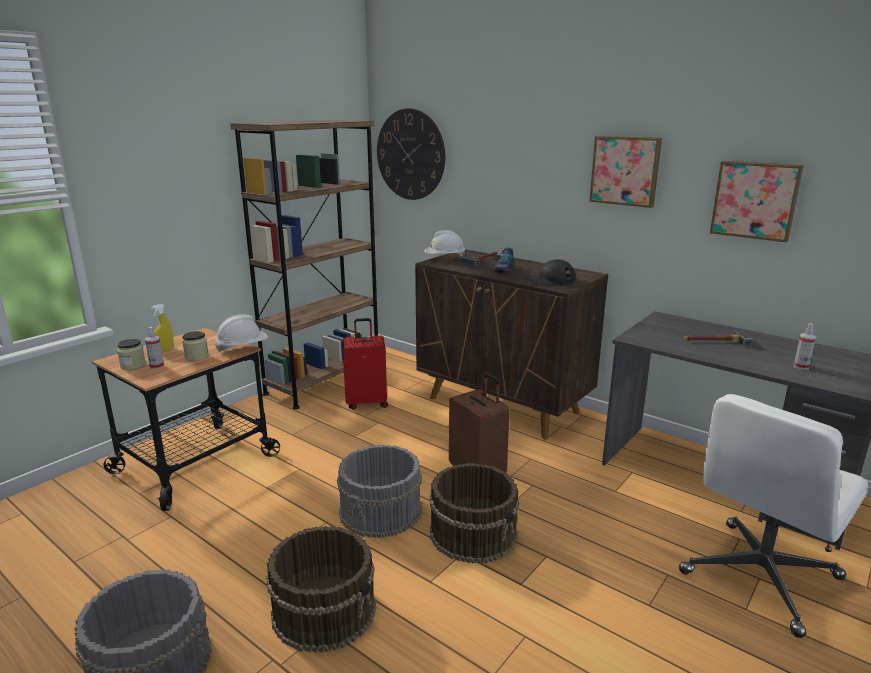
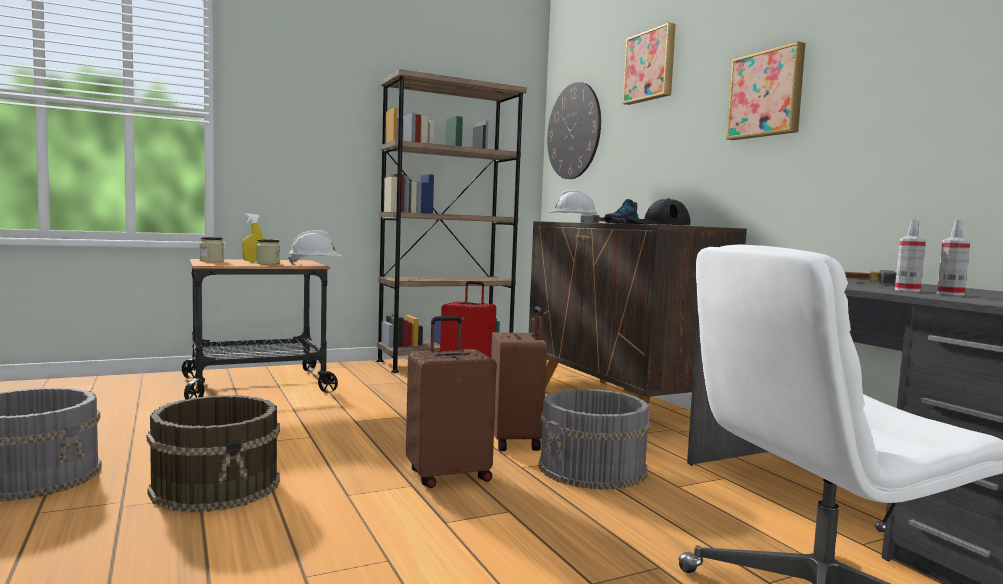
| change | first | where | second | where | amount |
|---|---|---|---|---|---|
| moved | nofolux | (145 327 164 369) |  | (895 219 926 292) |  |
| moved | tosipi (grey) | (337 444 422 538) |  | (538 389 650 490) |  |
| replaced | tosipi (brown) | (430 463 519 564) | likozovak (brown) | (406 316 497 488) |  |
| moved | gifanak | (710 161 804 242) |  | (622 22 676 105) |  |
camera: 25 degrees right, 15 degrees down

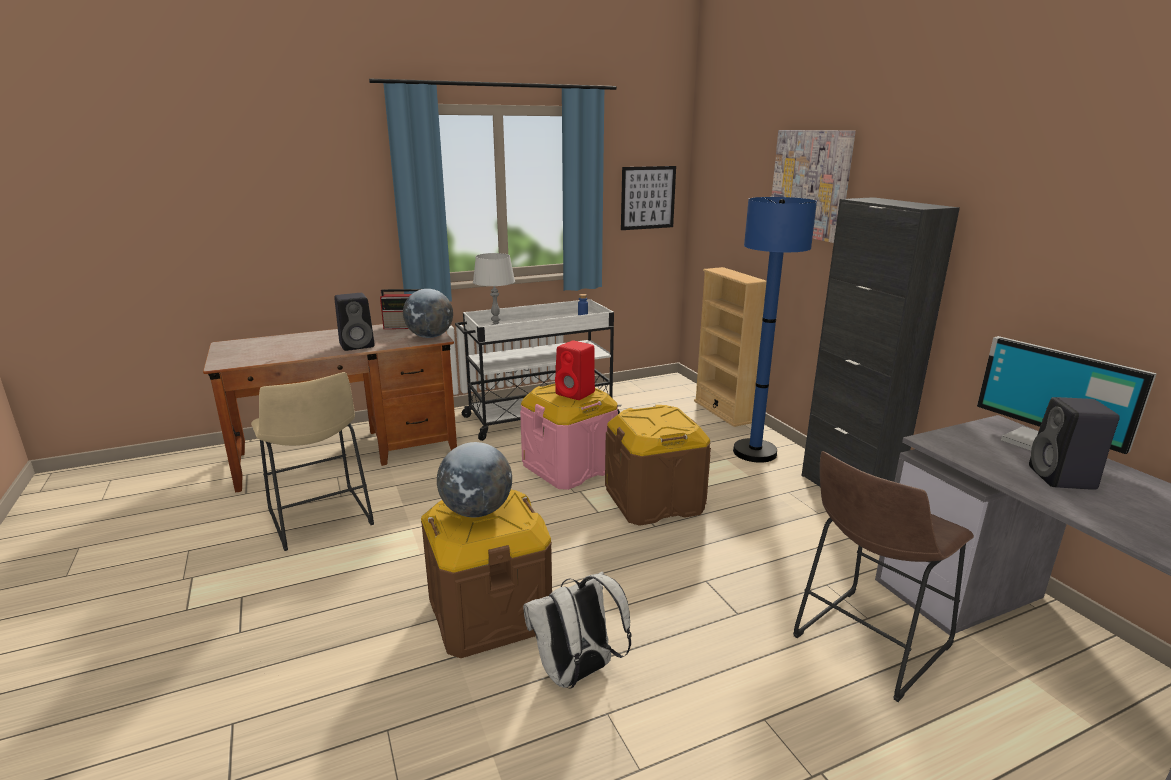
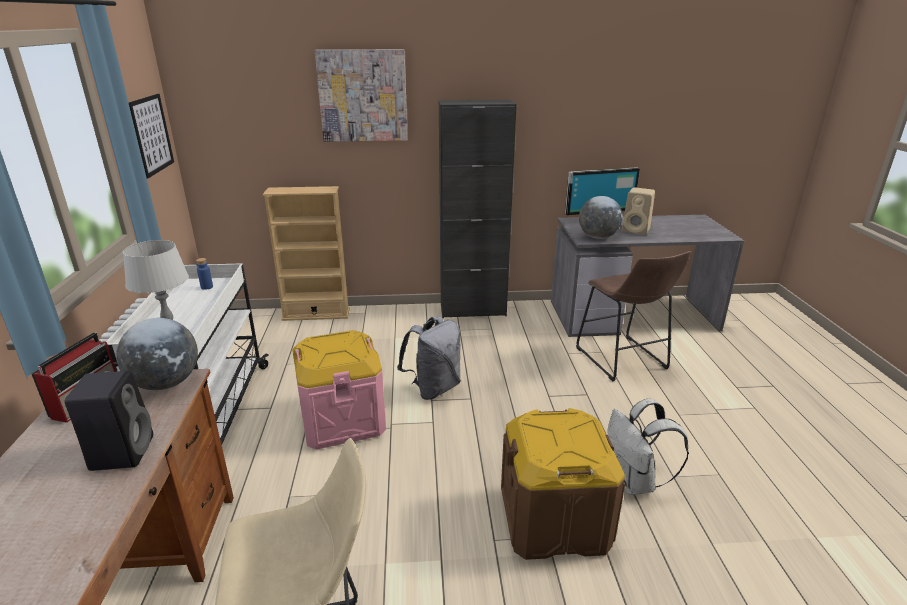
| change | first | where | second | where | amount |
|---|---|---|---|---|---|
| moved | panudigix | (437 442 512 517) |  | (579 196 623 239) |  |
| removed | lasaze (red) | (555 341 595 400) |  |  |  |
| replaced | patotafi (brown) | (605 405 711 526) | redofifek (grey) | (397 317 461 400) |  |
| removed | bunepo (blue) | (733 197 817 463) |  |  |  |
| recoloured | lasaze (black) | (1029 397 1120 490) | lasaze (beige) | (622 187 655 235) |  |
camera: 70 degrees left, 5 degrees up

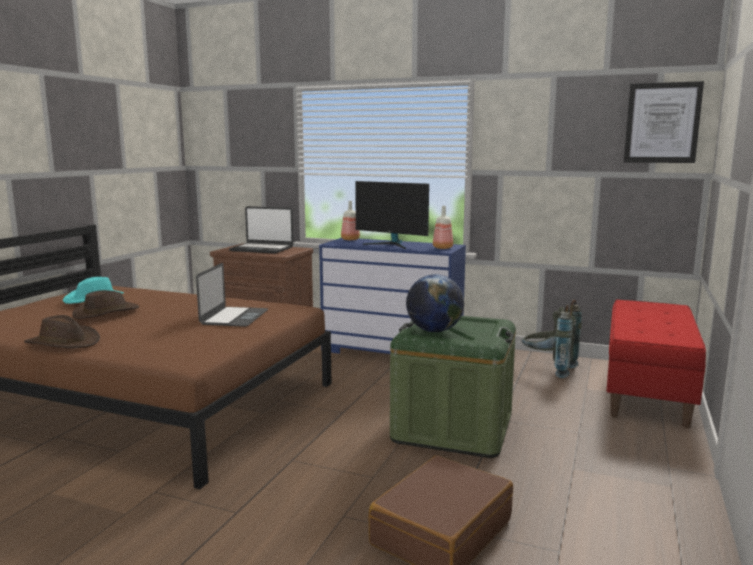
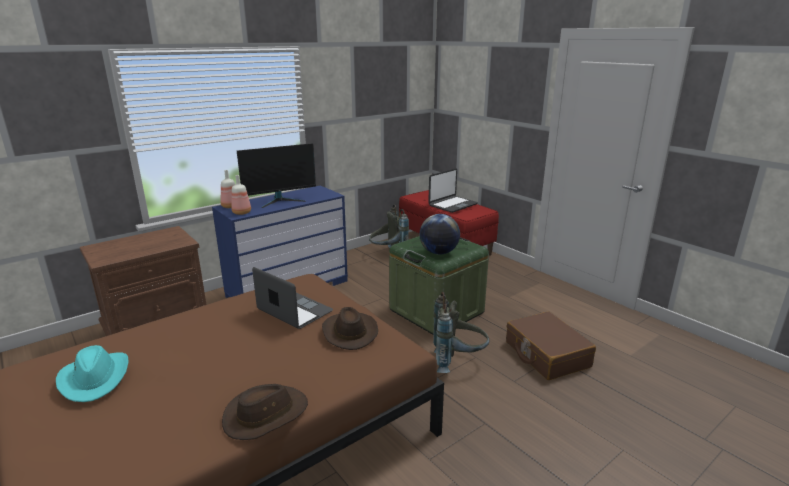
| change | first | where | second | where | amount |
|---|---|---|---|---|---|
| moved | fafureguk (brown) | (72 290 139 319) |  | (322 307 378 350) |  |
| moved | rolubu | (229 206 293 254) |  | (428 169 478 213) |  |
| moved | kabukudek | (433 206 453 249) |  | (231 175 251 215) |  |
| removed | gifanak | (624 81 704 163) |  |  |  |
| added |  |  | redofifek (grey) | (433 292 489 373) |  |
camera: 60 degrees left, 10 degrees up

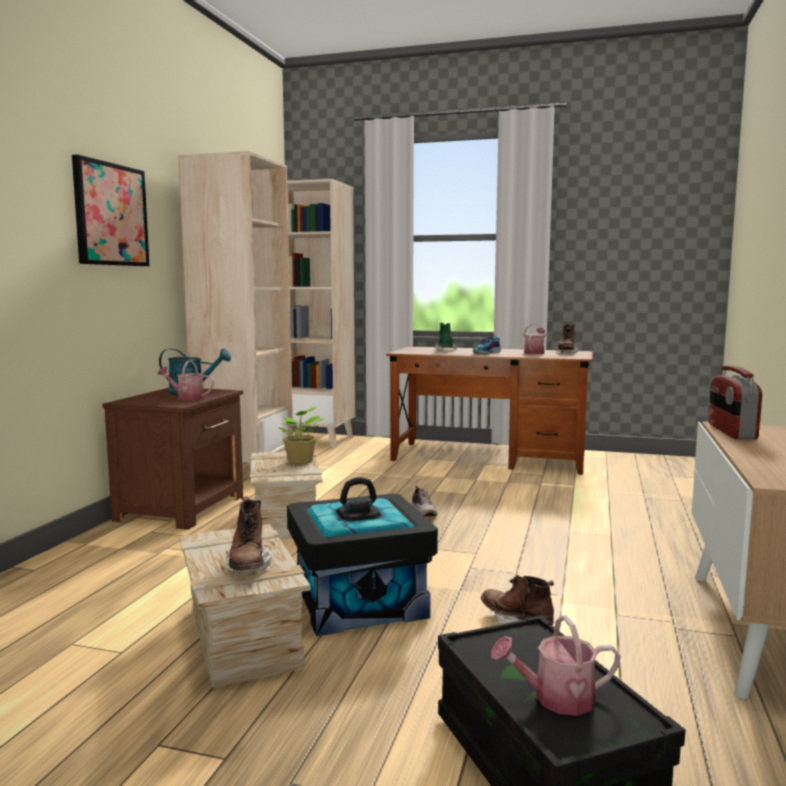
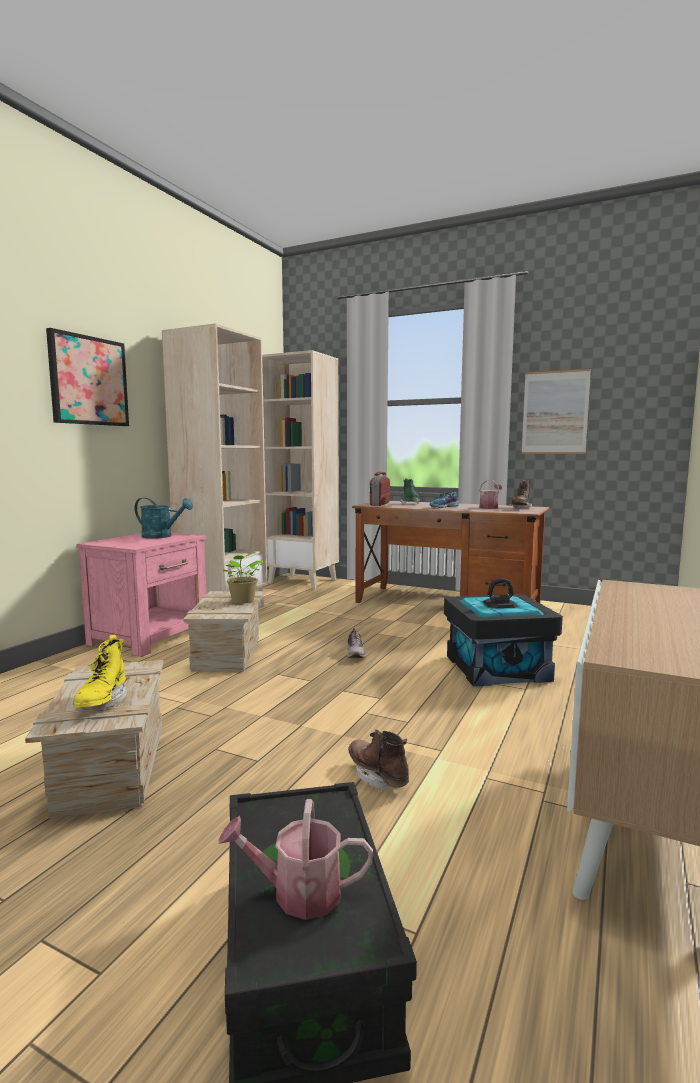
| change | first | where | second | where | amount |
|---|---|---|---|---|---|
| recoloured | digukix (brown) | (102 388 243 530) | digukix (pink) | (77 533 207 657) |  |
| removed | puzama | (158 360 214 401) |  |  |  |
| recoloured | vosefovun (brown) | (225 496 271 573) | vosefovun (yellow) | (73 635 127 710) |  |
| moved | patotafi (black) | (287 477 438 636) |  | (444 578 563 686) |  |
| moved | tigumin | (708 366 762 440) |  | (370 472 390 506) |  |
| added |  |  | gifanak | (522 369 591 454) |  |
camera: 10 degrees right, 0 degrees up

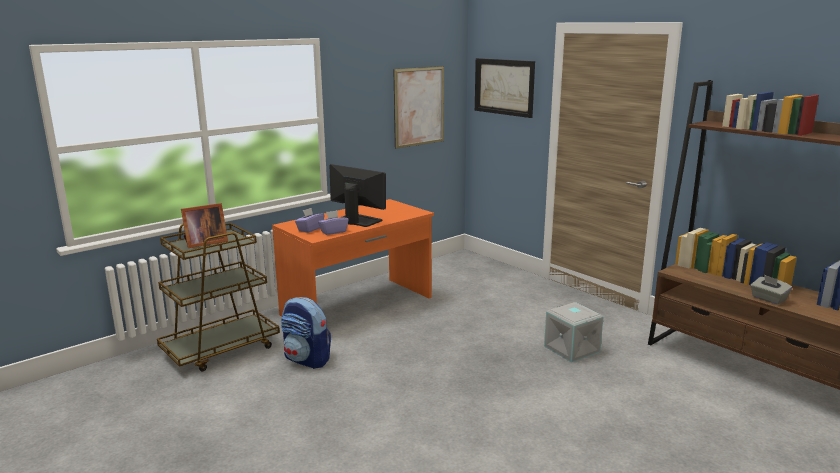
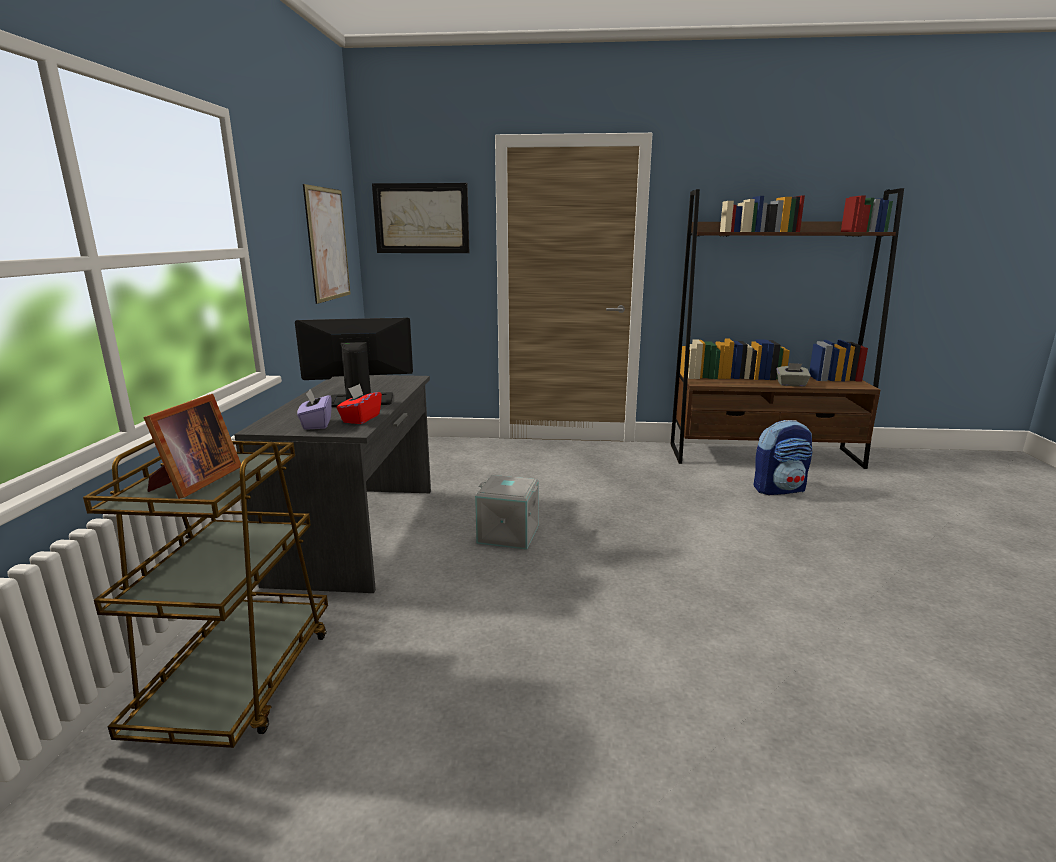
| change | first | where | second | where | amount |
|---|---|---|---|---|---|
| recoloured | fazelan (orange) | (272 199 434 317) | fazelan (grey) | (234 375 431 593) |  |
| moved | redofifek | (281 297 331 369) |  | (753 420 812 495) |  |
| recoloured | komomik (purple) | (318 210 349 235) | komomik (red) | (336 384 382 424) |  |
| moved | patotafi (grey) | (544 302 604 363) |  | (475 475 539 550) |  |
camera: 45 degrees left, 0 degrees up

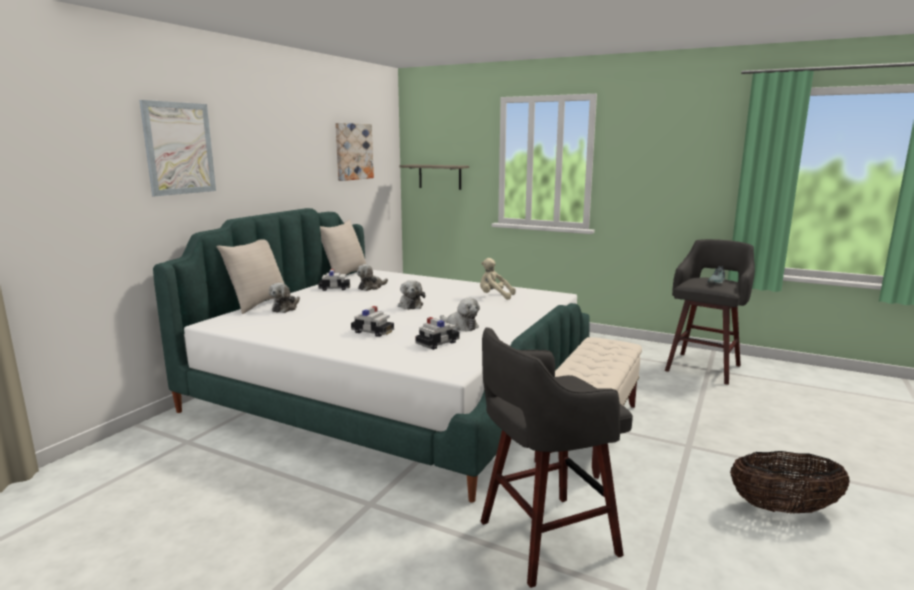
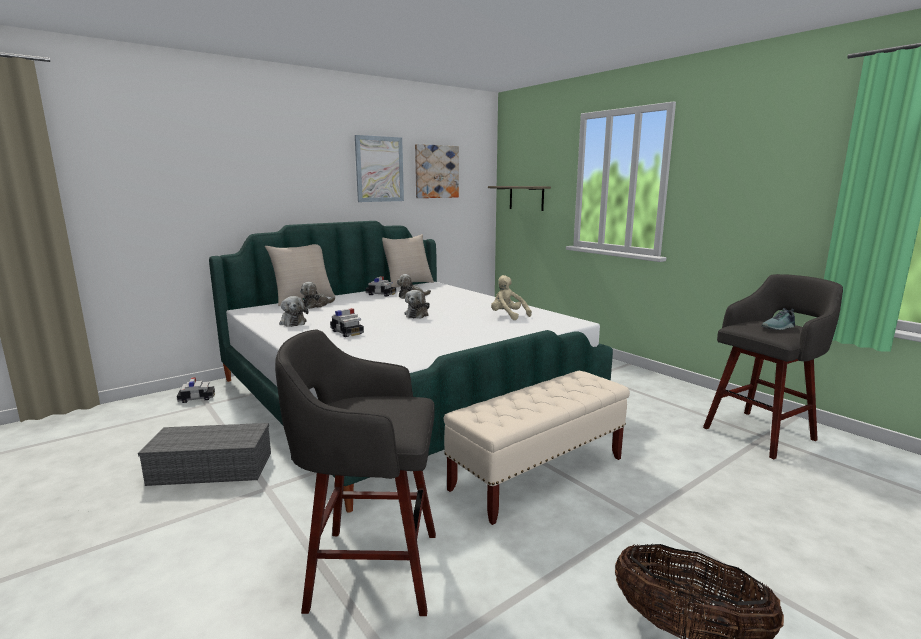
| change | first | where | second | where | amount |
|---|---|---|---|---|---|
| moved | gifanak | (139 100 216 196) |  | (355 135 404 202) |  |
| moved | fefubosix | (415 317 460 350) |  | (177 377 215 403) |  |
| moved | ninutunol | (440 298 480 332) |  | (279 296 308 327) |  |
| added |  |  | patotafi (grey) | (138 423 271 486) |  |
camera: 25 degrees right, 0 degrees up

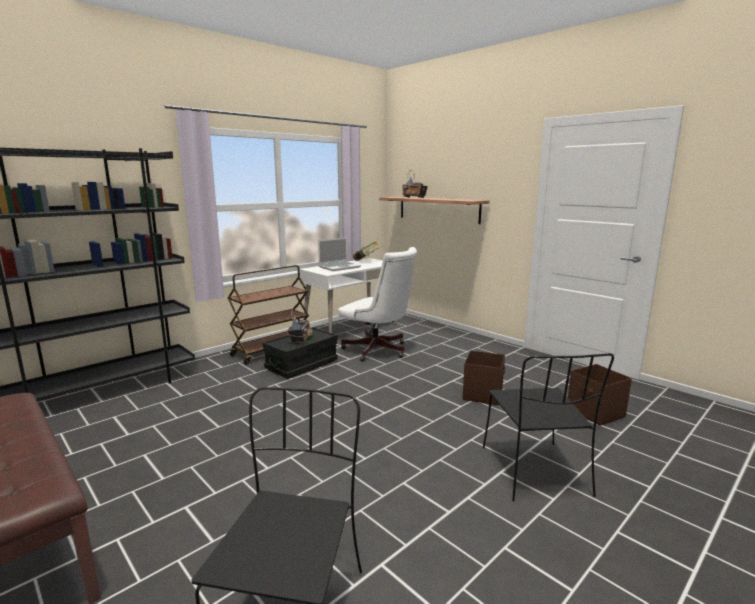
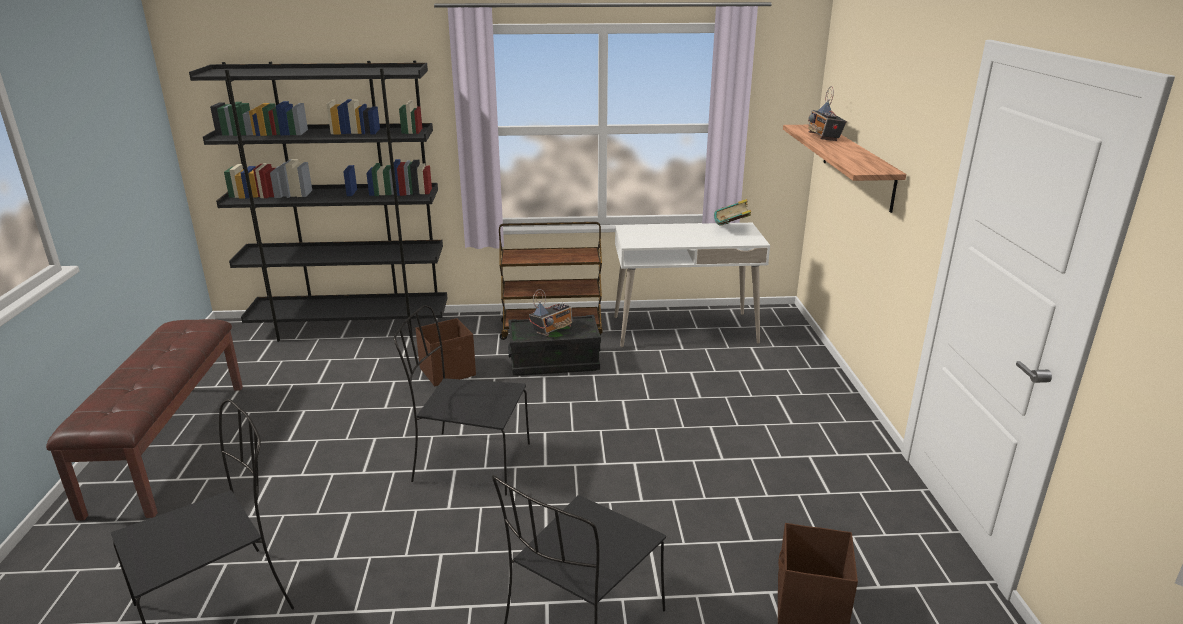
| change | first | where | second | where | amount |
|---|---|---|---|---|---|
| removed | rolubu | (318 238 361 271) |  |  |  |
| removed | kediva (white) | (338 247 417 362) |  |  |  |
| moved | patotafi (brown) | (463 350 505 405) |  | (416 318 476 386) |  |
| added |  |  | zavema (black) | (394 305 530 495) |  |
camera: 40 degrees right, 10 degrees up

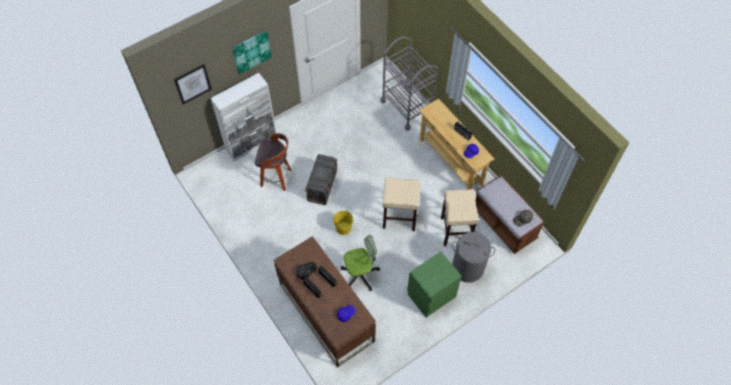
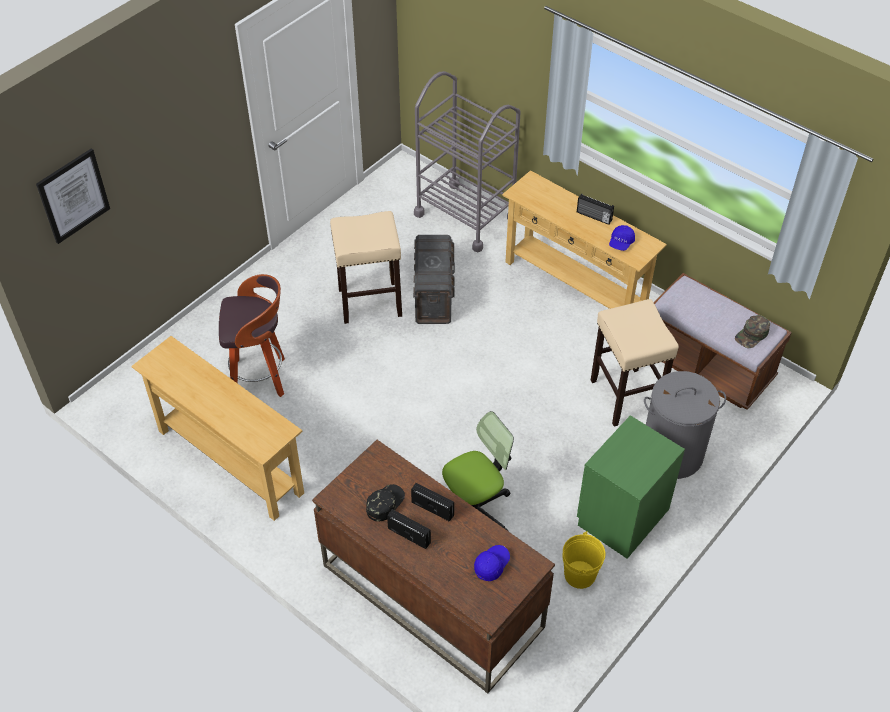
| change | first | where | second | where | amount |
|---|---|---|---|---|---|
| removed | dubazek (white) | (211 73 277 161) |  |  |  |
| removed | gifanak | (232 31 271 74) |  |  |  |
| moved | patotafi (grey) | (305 154 337 205) |  | (413 235 455 324) |  |
| moved | tosipi (yellow) | (333 210 353 235) |  | (562 531 606 589) |  |
| moved | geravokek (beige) | (383 178 420 231) |  | (330 211 402 324) |  |
| added |  |  | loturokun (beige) | (131 336 304 521) |  |
camera: 15 degrees left, 10 degrees down

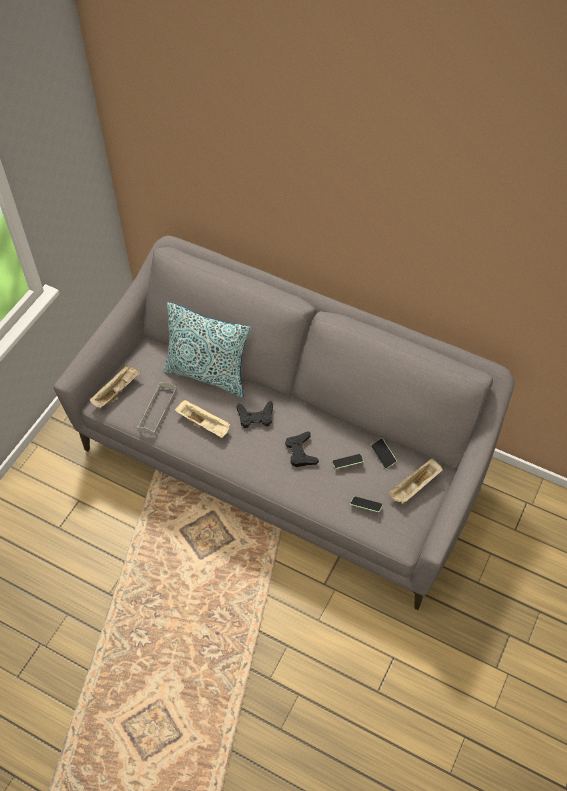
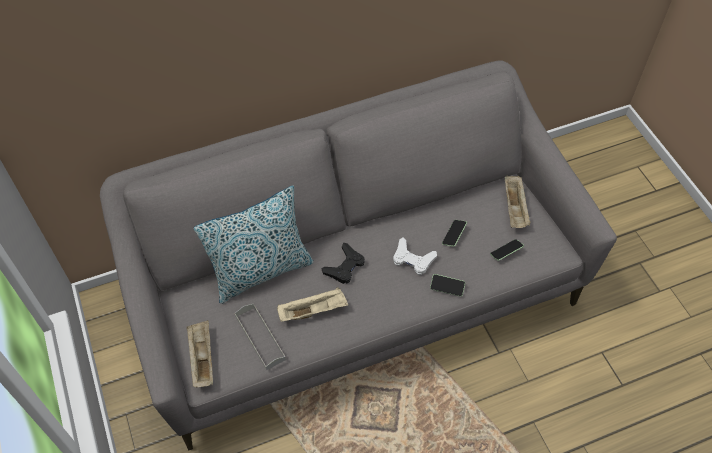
| change | first | where | second | where | amount |
|---|---|---|---|---|---|
| recoloured | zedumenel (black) | (285 432 319 467) | zedumenel (white) | (393 237 437 275) |  |
| moved | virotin | (371 438 397 469) |  | (430 274 465 297) |  |
camera: 50 degrees left, 0 degrees up

